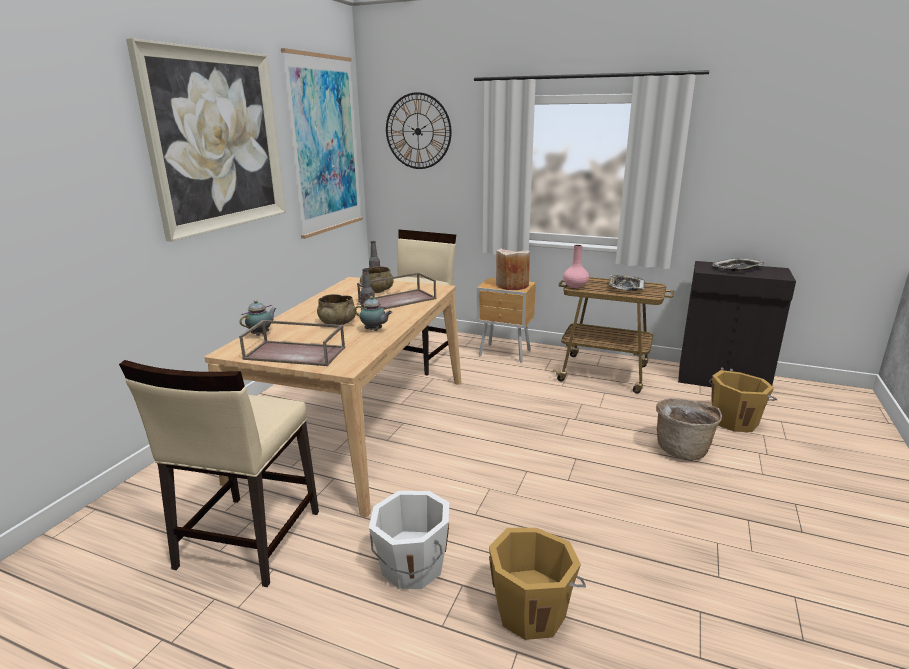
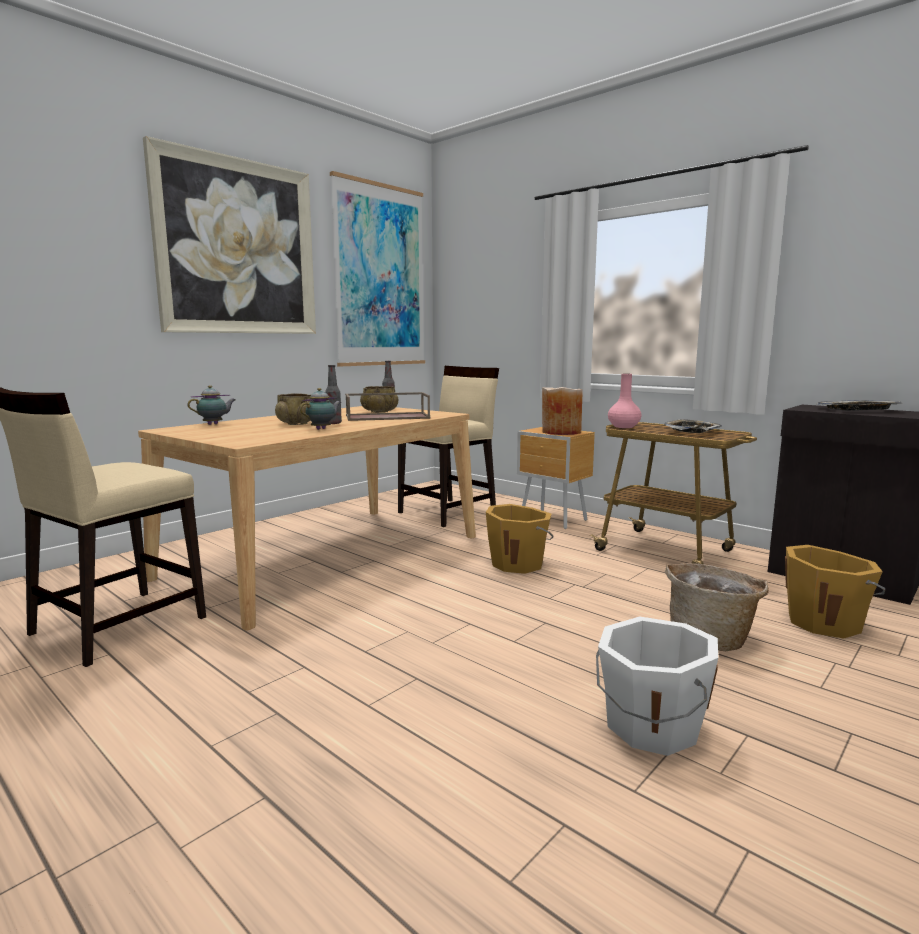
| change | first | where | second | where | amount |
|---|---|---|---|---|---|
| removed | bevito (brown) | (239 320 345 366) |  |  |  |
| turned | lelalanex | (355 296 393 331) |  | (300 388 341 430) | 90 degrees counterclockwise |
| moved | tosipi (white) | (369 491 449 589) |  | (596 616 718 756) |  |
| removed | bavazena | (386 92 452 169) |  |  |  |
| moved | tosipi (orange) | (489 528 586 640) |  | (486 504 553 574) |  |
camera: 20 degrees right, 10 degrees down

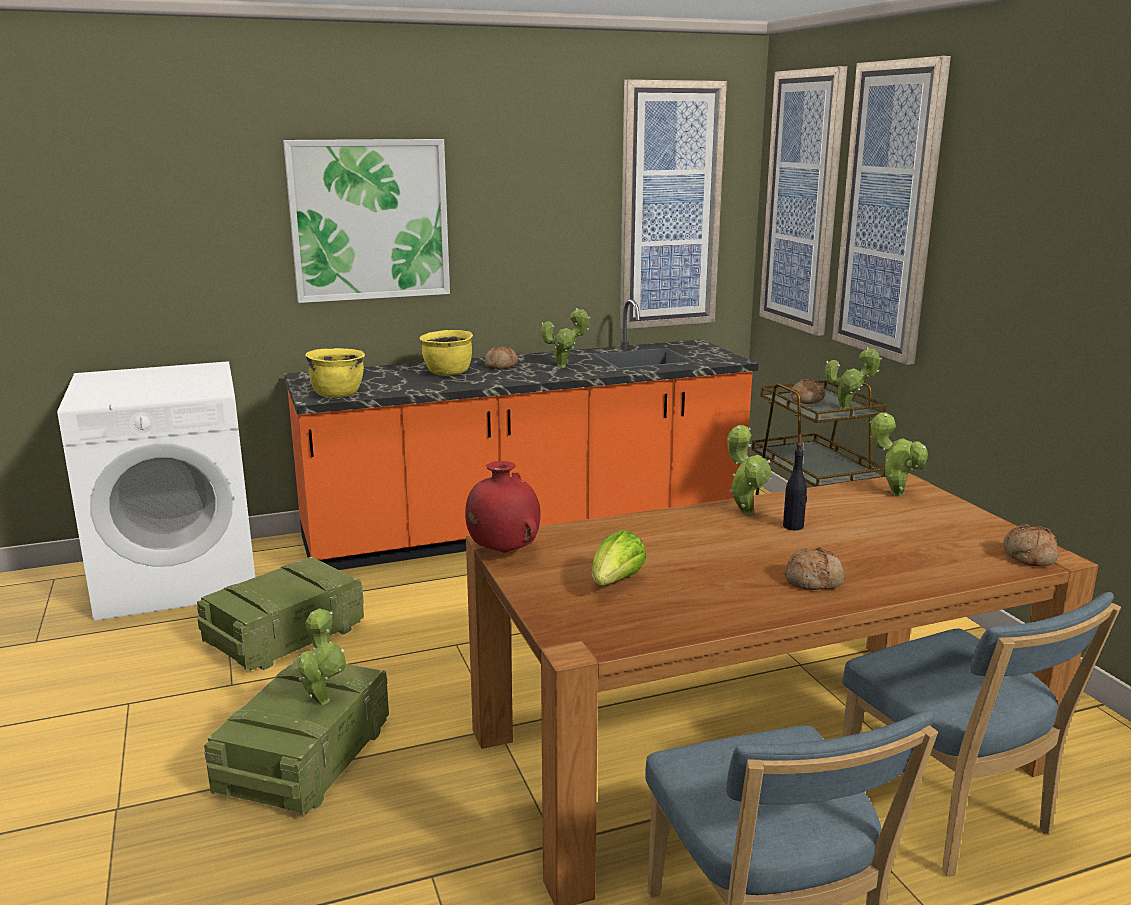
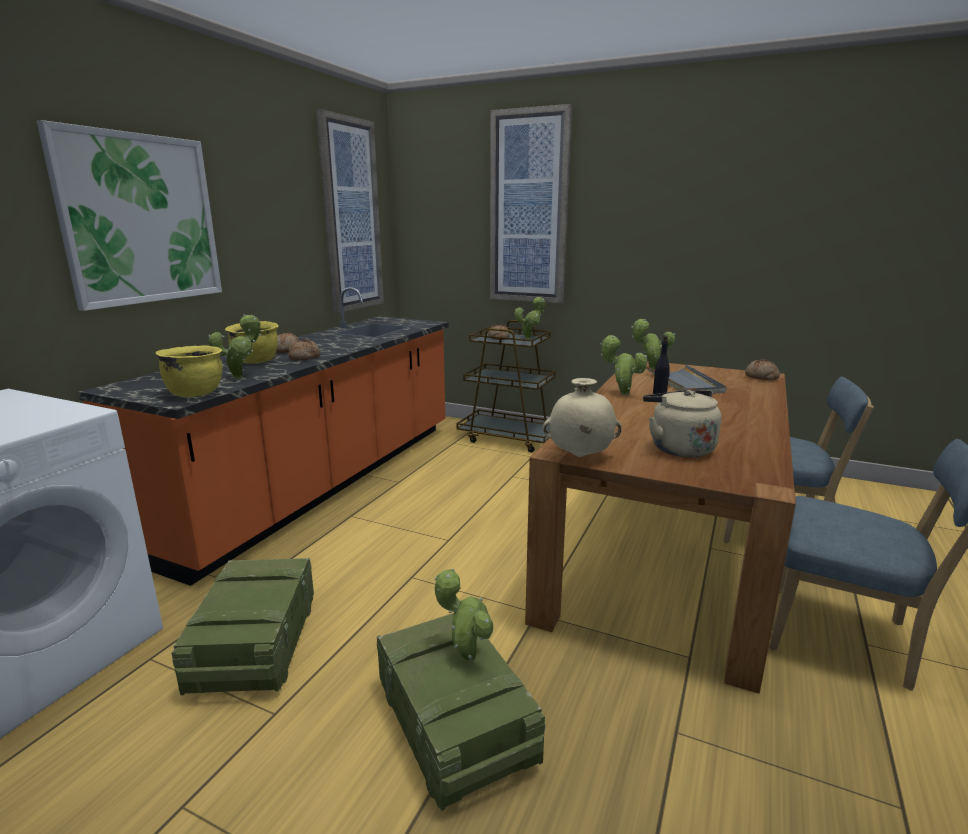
| change | first | where | second | where | amount |
|---|---|---|---|---|---|
| recoloured | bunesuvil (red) | (465 461 541 553) | bunesuvil (beige) | (543 378 622 457) |  |
| moved | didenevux | (541 308 591 368) |  | (208 314 261 379) |  |
| replaced | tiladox | (592 529 647 586) | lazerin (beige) | (643 390 721 457) |  |
| removed | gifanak | (759 66 847 336) |  |  |  |
| moved | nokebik | (784 547 845 590) |  | (288 339 321 361) |  |
| added |  |  | bevito (grey) | (646 365 727 393) |  |
camera: 45 degrees left, 0 degrees up

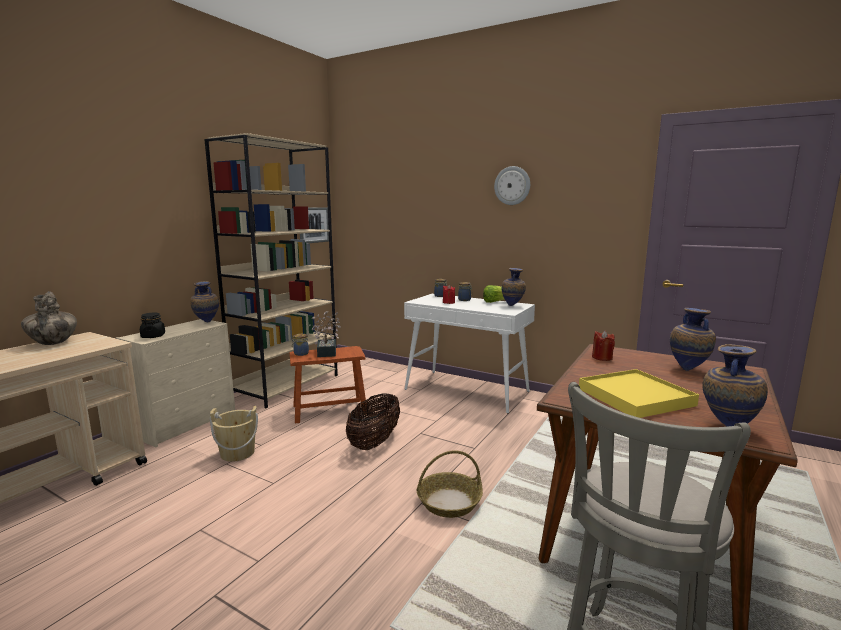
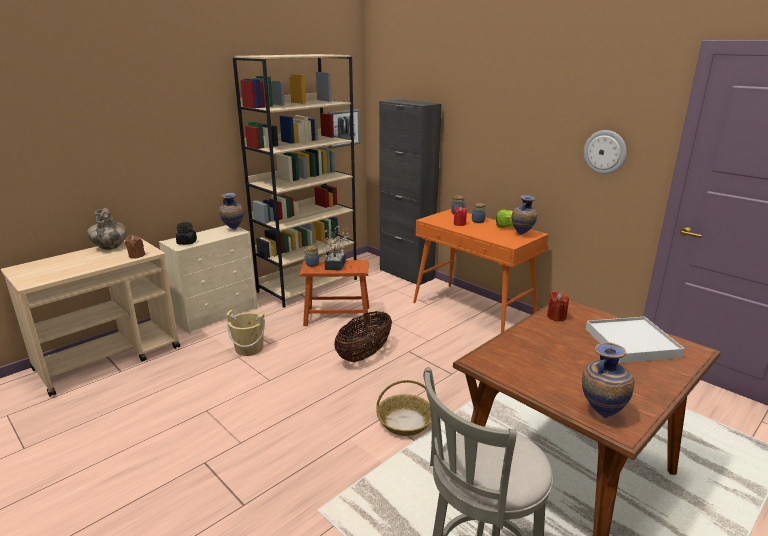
| change | first | where | second | where | amount |
|---|---|---|---|---|---|
| recoloured | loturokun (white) | (404 294 535 414) | loturokun (orange) | (413 209 549 333) |  |
| moved | bavazena | (494 166 530 205) |  | (584 130 627 174) |  |
| removed | bevito (yellow) | (579 369 699 418) |  |  |  |
| replaced | bunesuvil | (670 308 716 371) | bevito (white) | (586 317 685 363) |  |
| added |  |  | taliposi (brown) | (125 235 145 259) |  |
| added |  |  | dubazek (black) | (379 99 442 285) |  |
camera: 15 degrees right, 10 degrees up

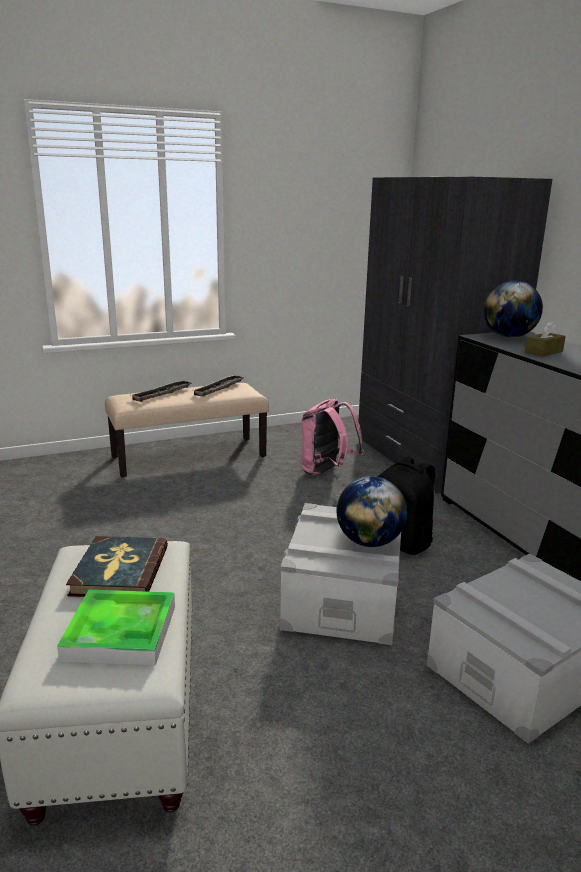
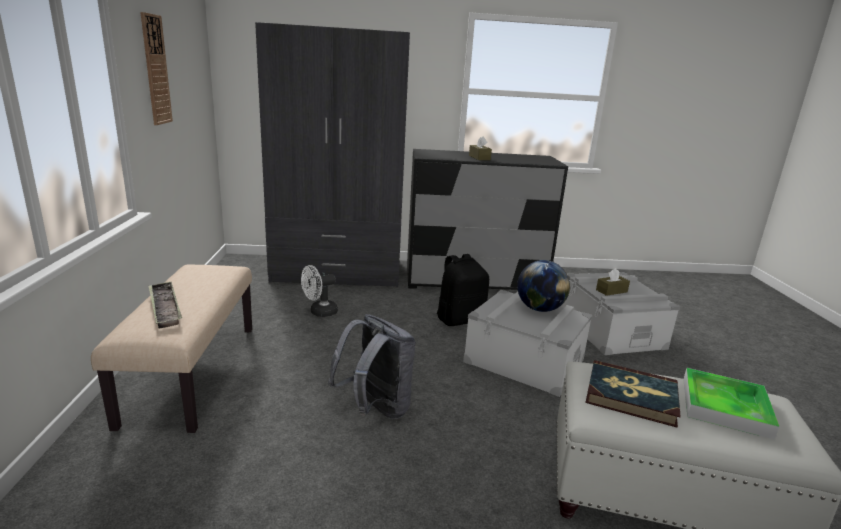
| change | first | where | second | where | amount |
|---|---|---|---|---|---|
| removed | bevito | (192 375 244 397) |  |  |  |
| replaced | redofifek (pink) | (301 398 364 476) | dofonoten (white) | (301 265 338 317) |  |
| removed | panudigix | (484 281 543 338) |  |  |  |
| added |  |  | bavazena | (140 12 173 125) |  |
| added |  |  | redofifek (grey) | (328 314 416 419) |  |
| added |  |  | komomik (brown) | (596 268 630 296) |  |
camera: 70 degrees left, 0 degrees up

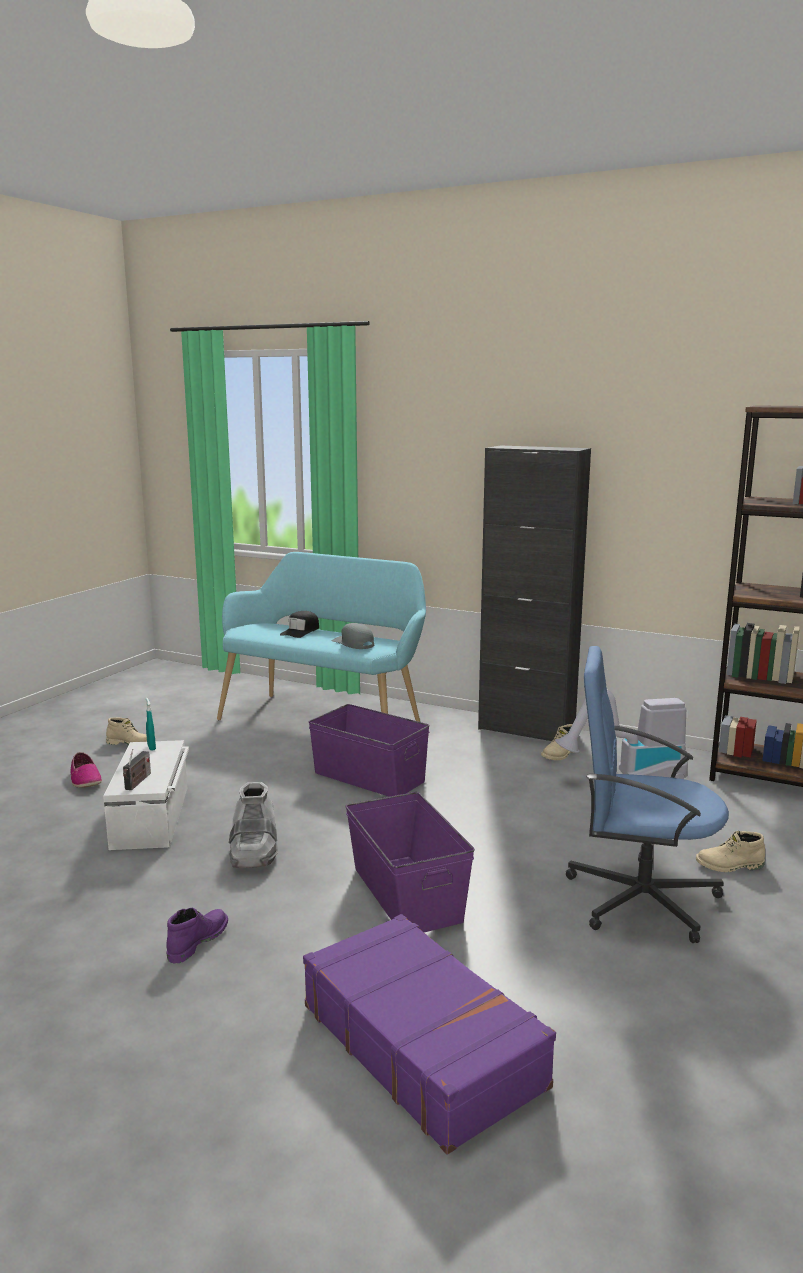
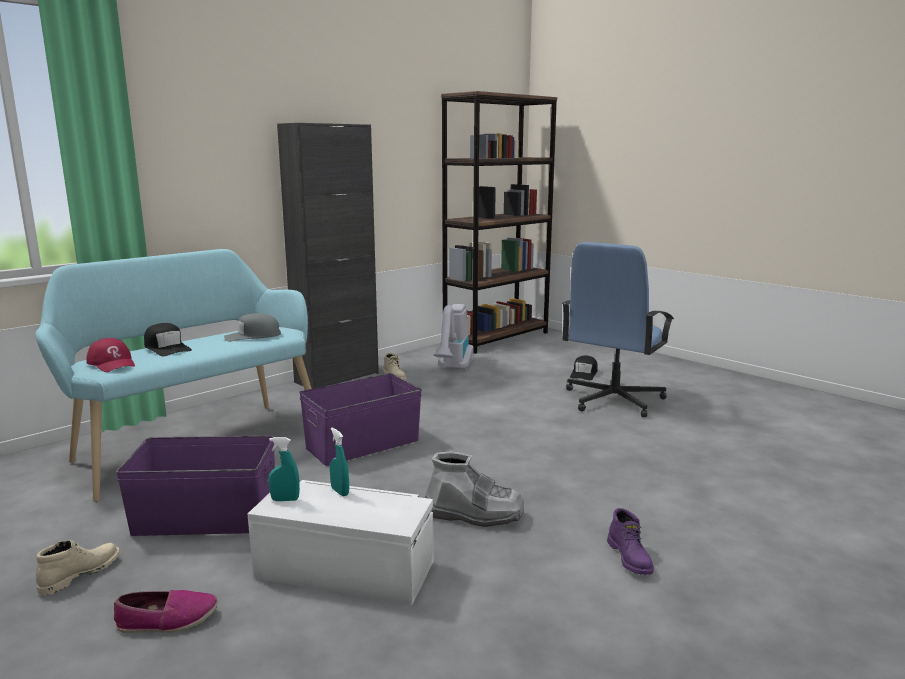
| change | first | where | second | where | amount |
|---|---|---|---|---|---|
| removed | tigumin | (123 749 151 790) |  |  |  |
| turned | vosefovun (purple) | (166 908 228 963) |  | (607 508 654 575) | 150 degrees counterclockwise |
| removed | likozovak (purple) | (303 914 556 1155) |  |  |  |
| moved | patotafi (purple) | (345 792 475 932) |  | (116 435 275 536) |  |
| replaced | vosefovun (beige) | (696 831 765 872) | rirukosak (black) | (570 356 598 380) |  |
| added |  |  | rirukosak (red) | (86 338 135 372) |  |
| added |  |  | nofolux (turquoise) | (330 428 349 496) |  |
camera: 70 degrees left, 0 degrees up

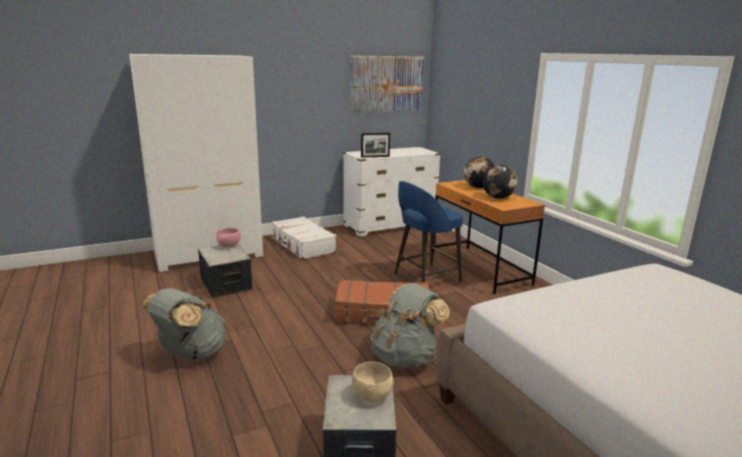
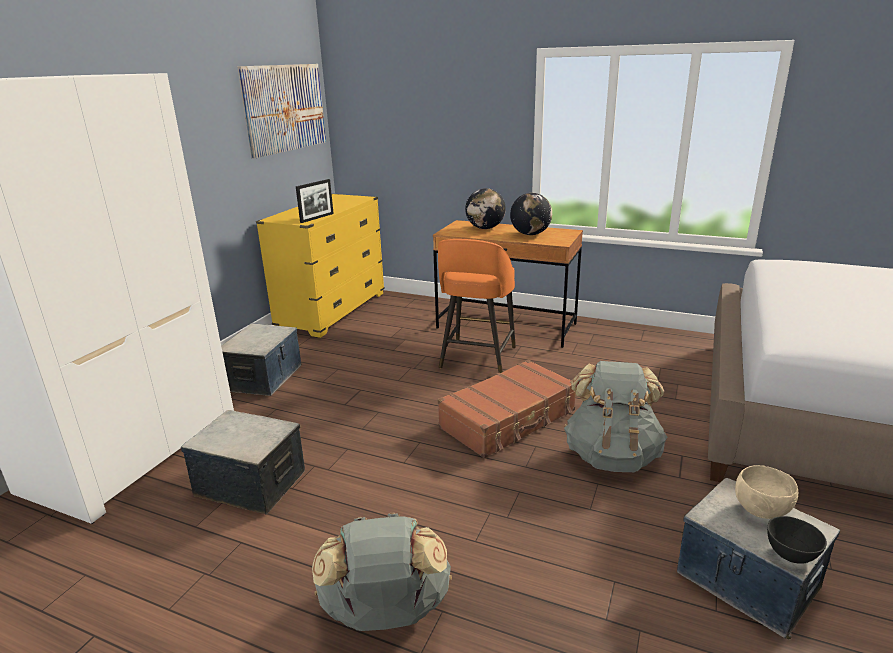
| change | first | where | second | where | amount |
|---|---|---|---|---|---|
| removed | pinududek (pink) | (216 228 241 248) |  |  |  |
| replaced | likozovak (white) | (271 216 336 260) | patotafi | (221 324 301 396) |  |
| recoloured | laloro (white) | (343 147 441 237) | laloro (yellow) | (256 194 385 338) |  |
| recoloured | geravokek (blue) | (394 181 463 283) | geravokek (orange) | (438 239 516 373) |  |
| added |  |  | pinududek (black) | (767 516 827 564) |  |
camera: 40 degrees left, 5 degrees up

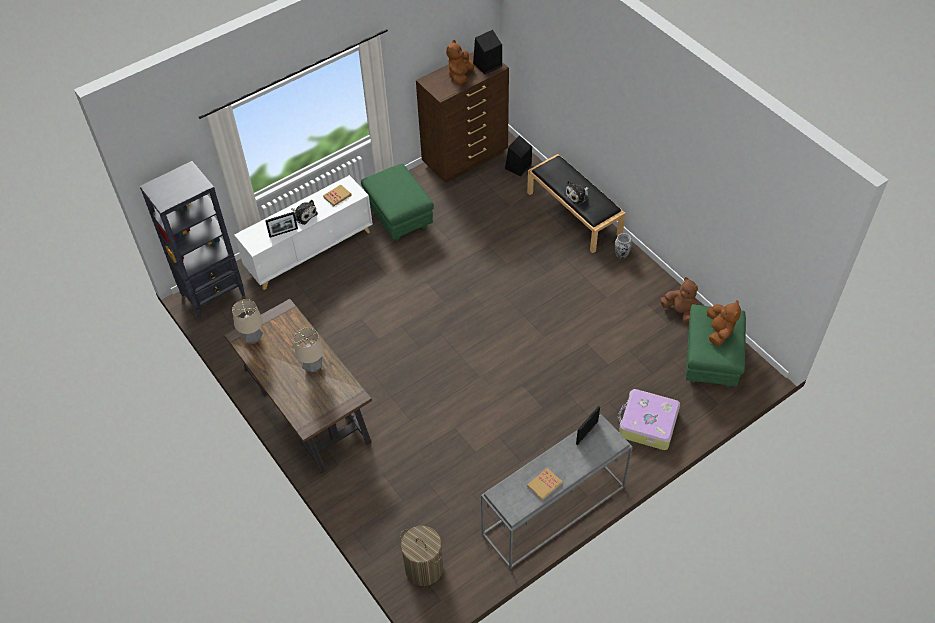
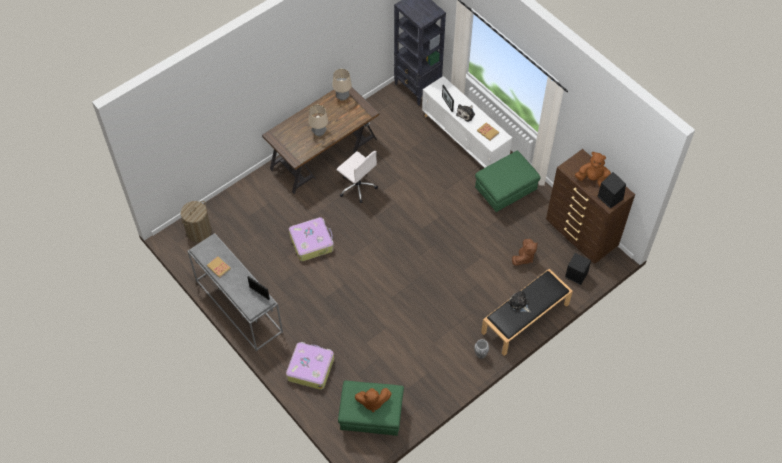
| change | first | where | second | where | amount |
|---|---|---|---|---|---|
| moved | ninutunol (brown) | (660 277 699 323) |  | (512 239 538 266) |  |
| added |  |  | likozovak | (289 217 334 261) |  |
| added |  |  | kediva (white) | (336 151 378 203) |  |
camera: 85 degrees right, 5 degrees up

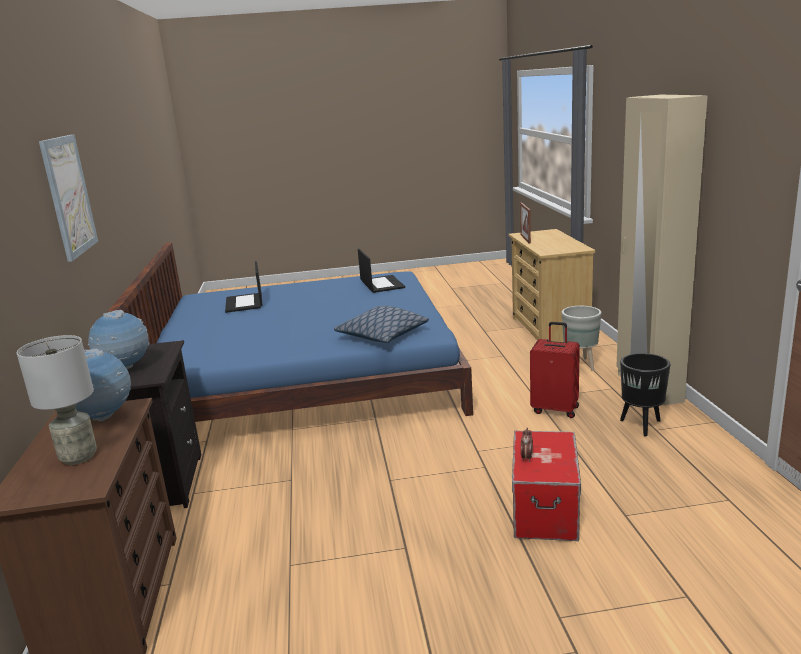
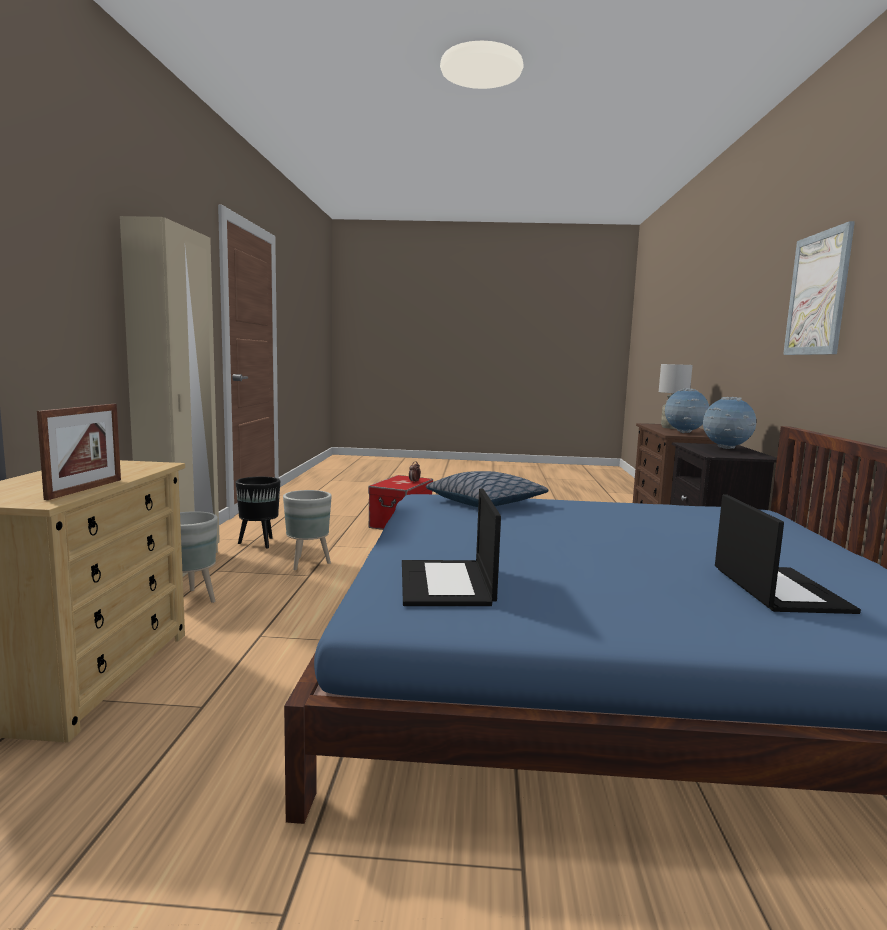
| change | first | where | second | where | amount |
|---|---|---|---|---|---|
| replaced | likozovak (red) | (530 322 580 418) | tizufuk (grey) | (283 490 332 570) |  |
camera: 170 degrees left, 10 degrees down

